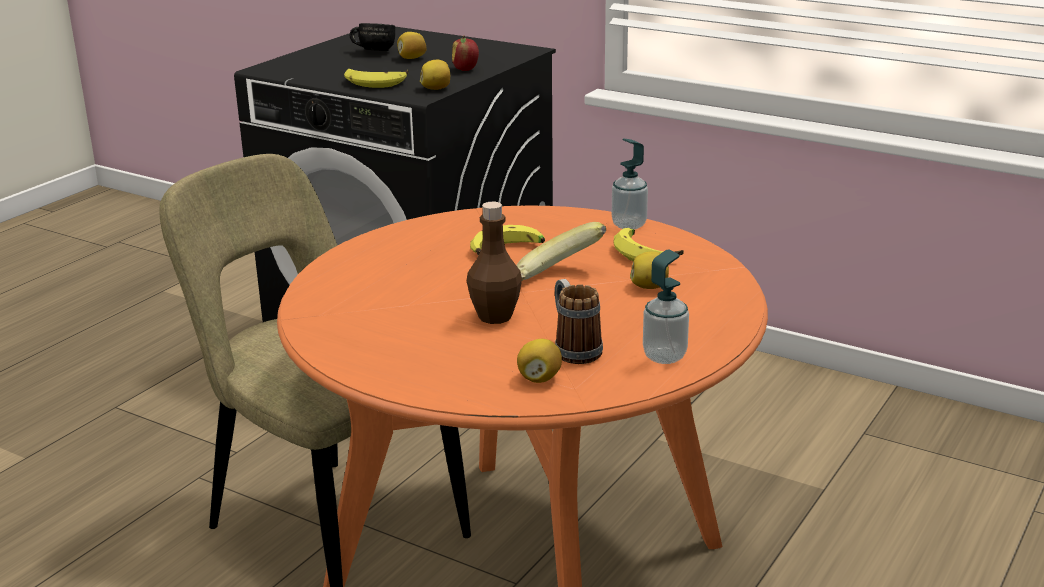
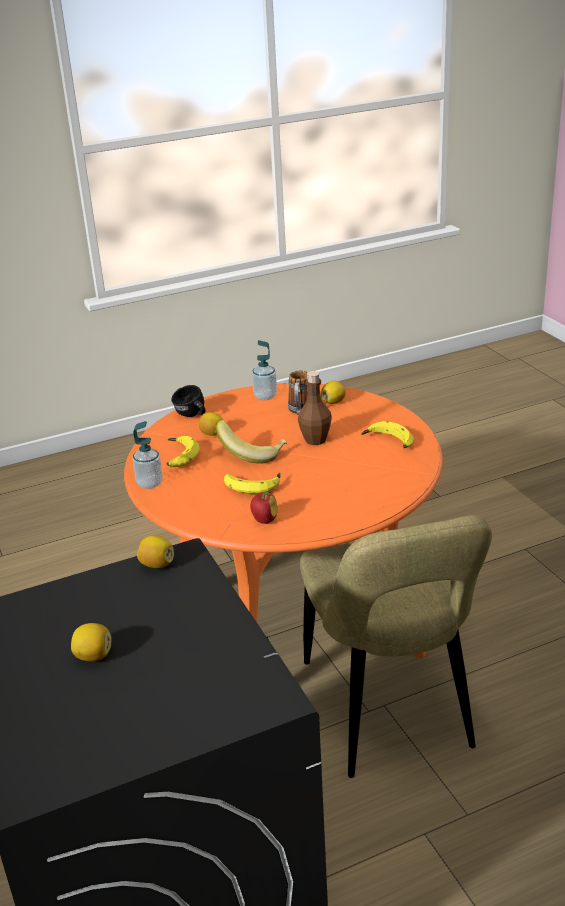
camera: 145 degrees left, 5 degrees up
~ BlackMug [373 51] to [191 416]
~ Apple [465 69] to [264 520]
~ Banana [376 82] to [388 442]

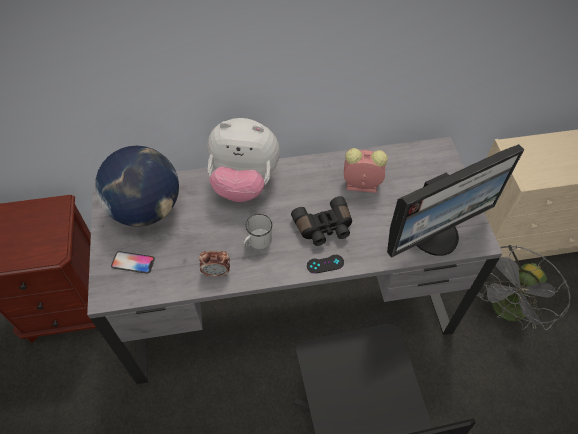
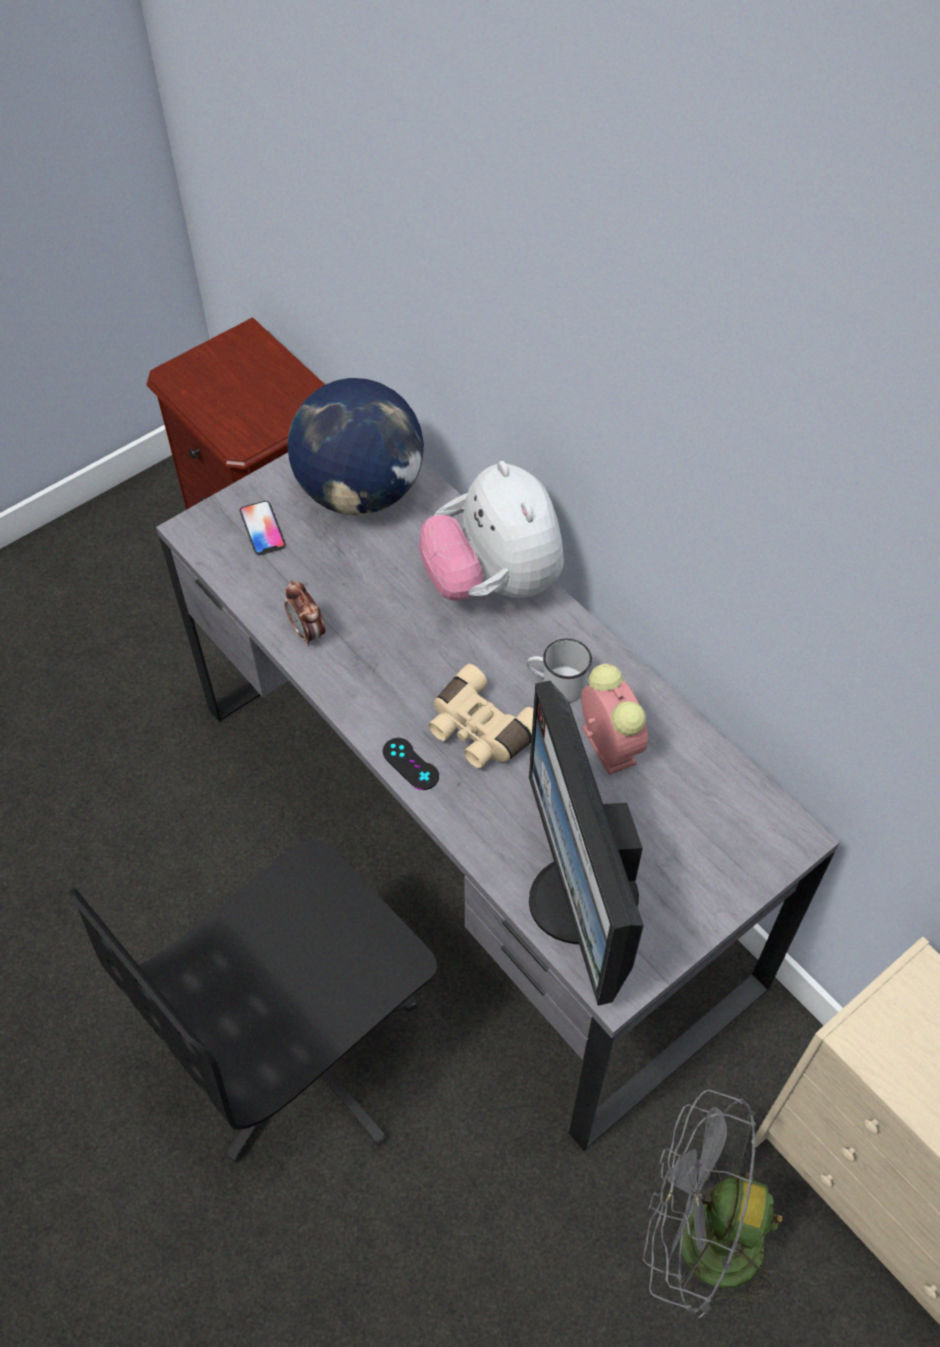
camera: 60 degrees right, 0 degrees up
~ Monitor [434 234] = [579 901] 45 degrees clockwise
~ BlackBinoculars [324 228] to BeigeBinoculars [479 731]
~ WhiteMug [257 242] to [557 684]

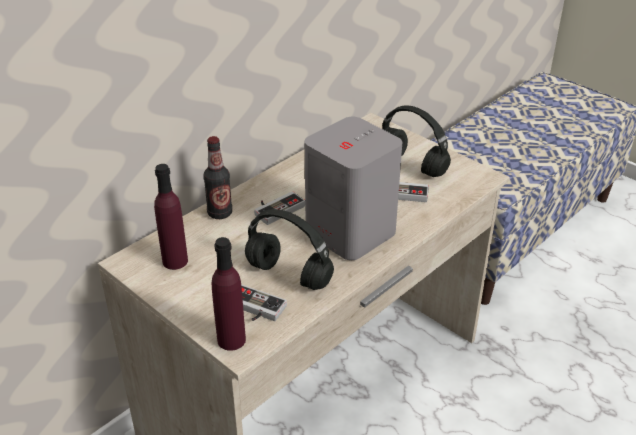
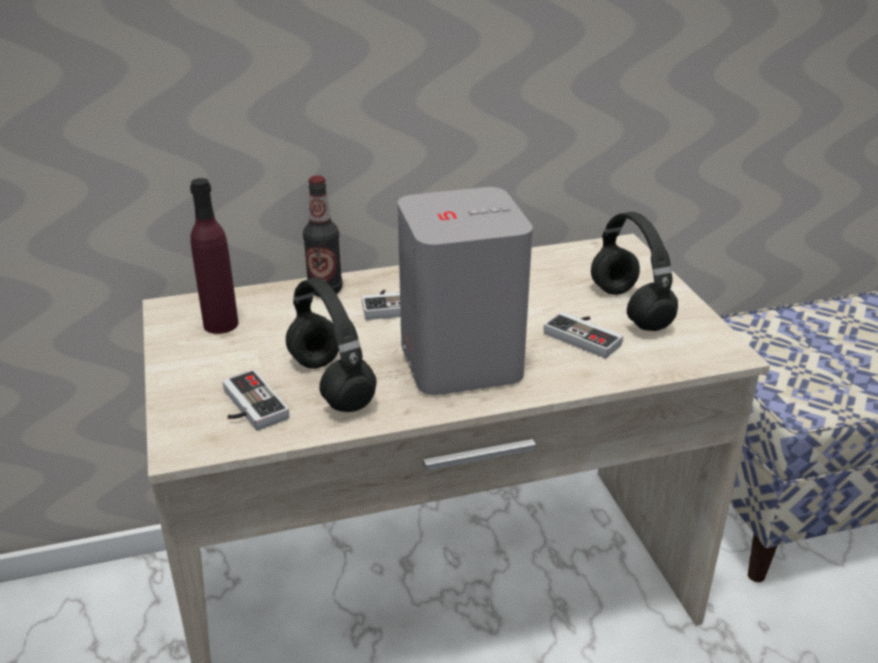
camera: 30 degrees right, 5 degrees down
- PurpleBottle [231 340]

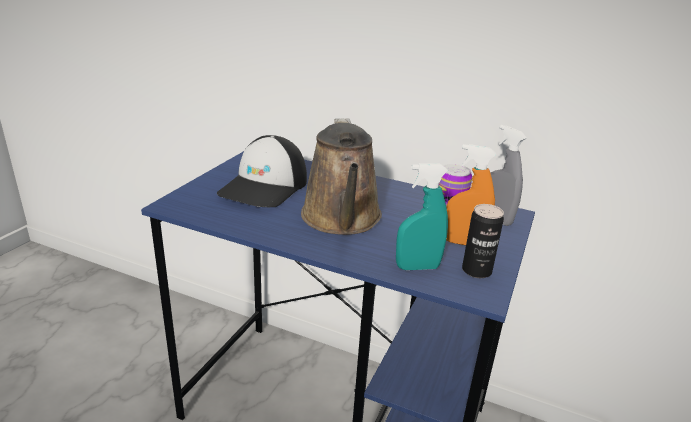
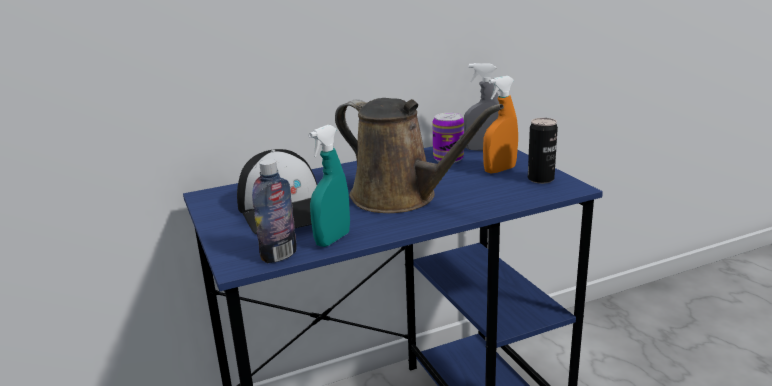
camera: 45 degrees left, 5 degrees down
~ TurquoiseSprayBottle [417 267] to [332 239]
+ Bottle [279 255]

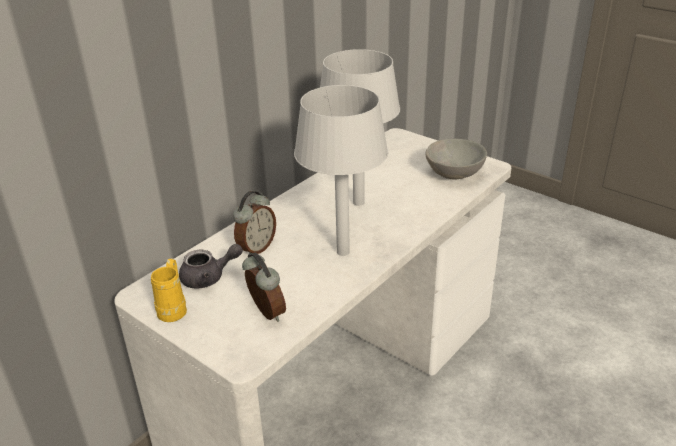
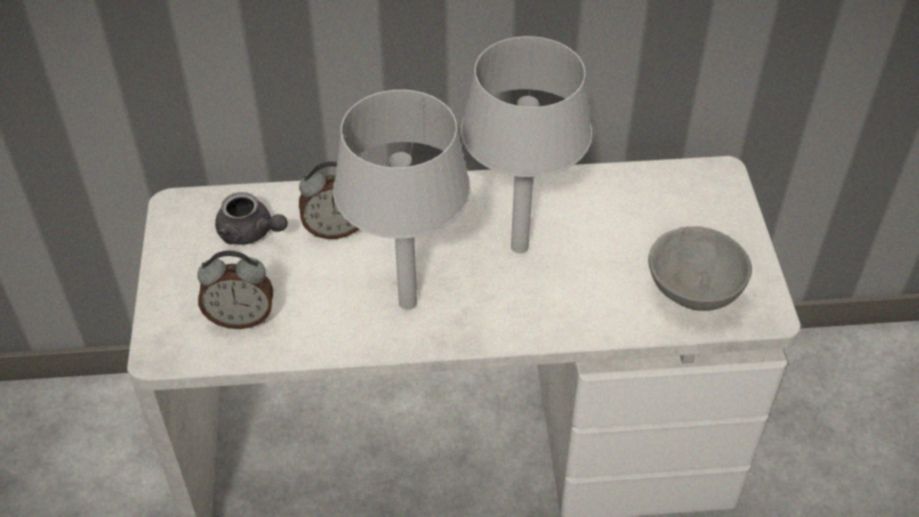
camera: 45 degrees right, 15 degrees up
~ AlarmClock [265 313] = [241 318] 75 degrees clockwise
- YellowMug [174 309]

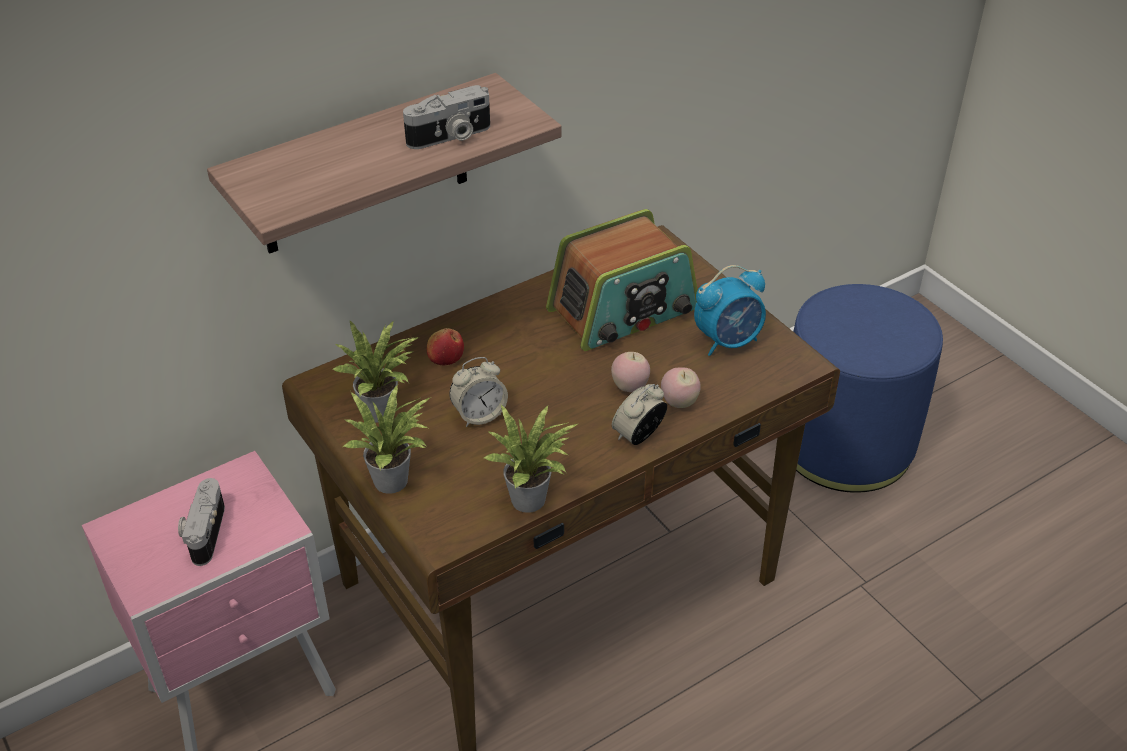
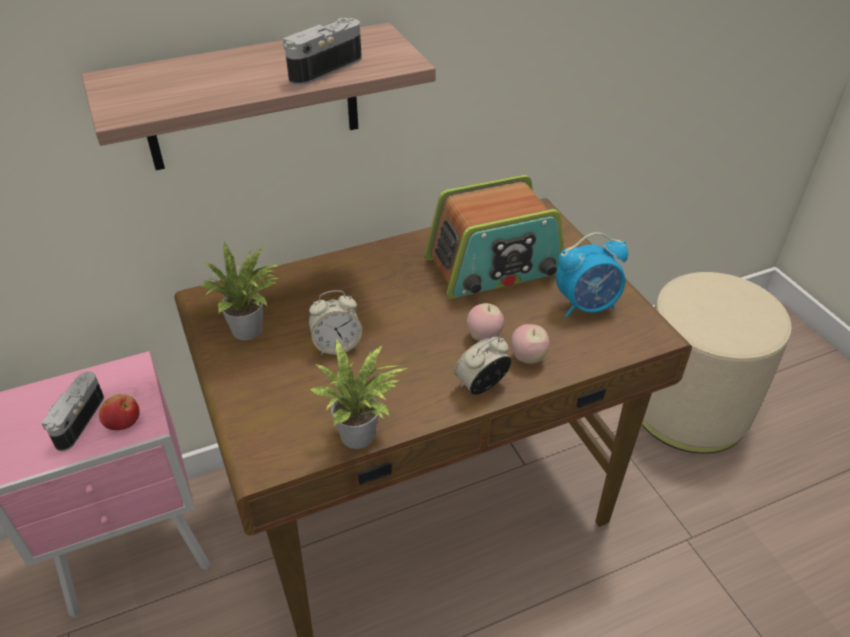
camera: 10 degrees right, 0 degrees up
~ PhotoCamera [450 137] = [322 68] 150 degrees clockwise
~ BlueOttoman [845 443] to BeigeOttoman [689 408]
~ Apple [445 358] to [123 421]
- PottedPlant [395 480]

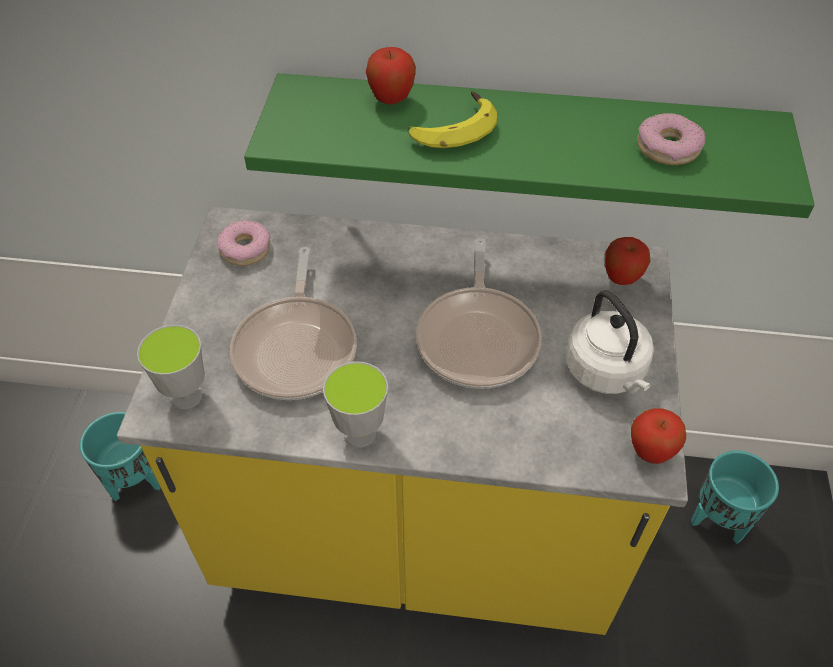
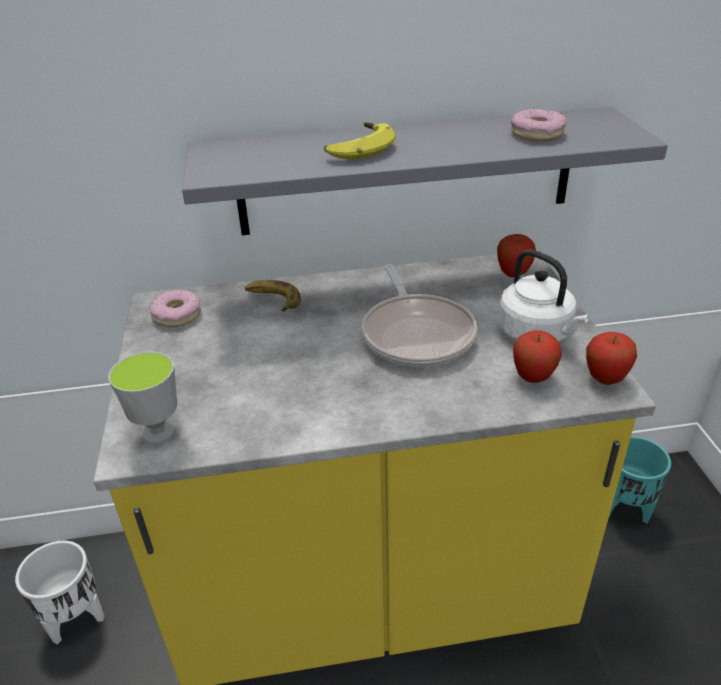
camera: 15 degrees left, 15 degrees down
~ Apple [391 100] to [533 378]
~ GreenShelf [522 140] to GreyShelf [406 172]
- FryingPan [297 348]
- Cup [360 433]
~ TurquoisePlanter [136 481] to WhitePlanter [76 619]
+ Banana [272 300]

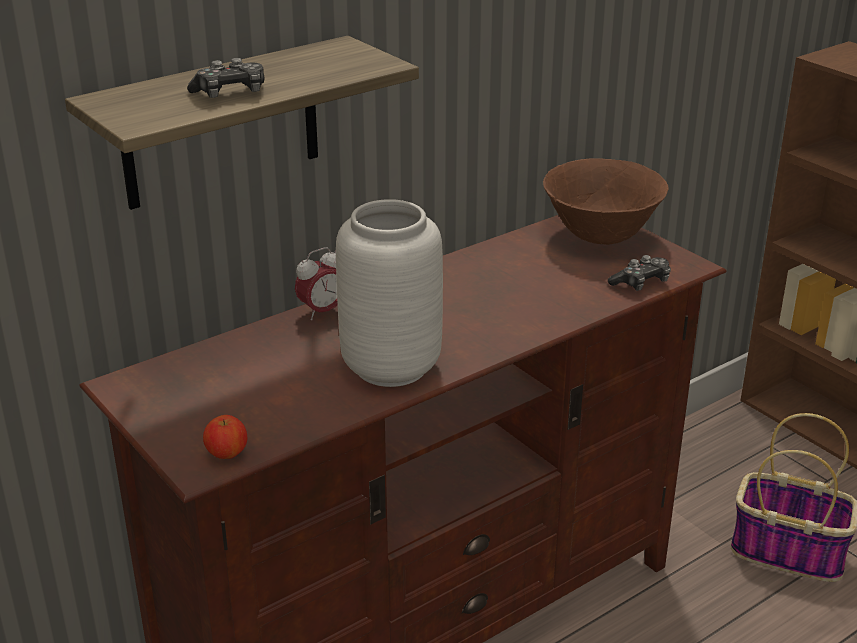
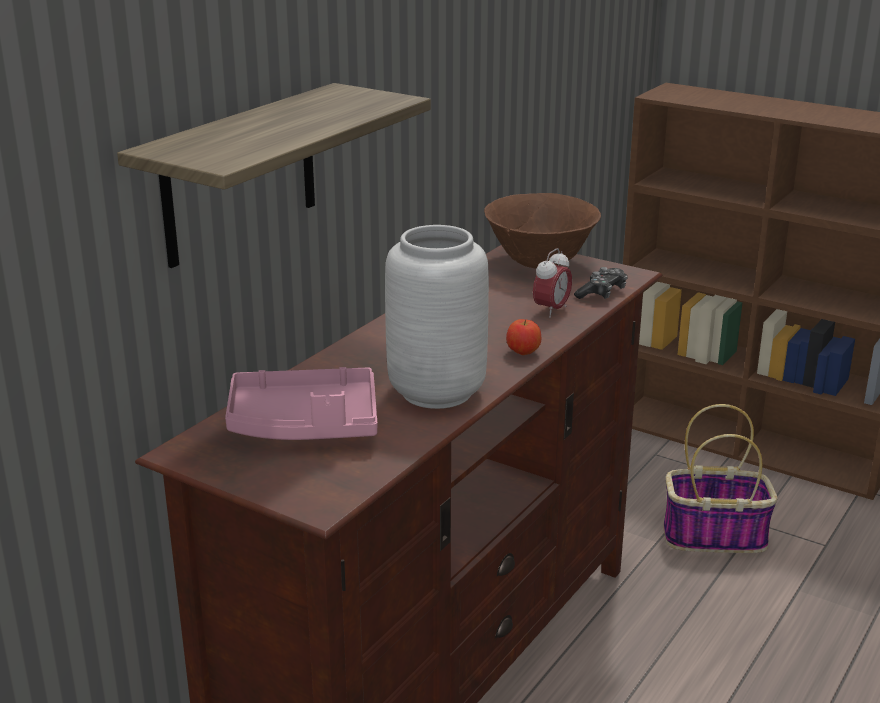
camera: 20 degrees left, 5 degrees down
- GameController [230 93]
~ AlarmClock [322 312] to [551 310]
~ Apple [227 454] to [523 352]
+ PinkTray [304 424]

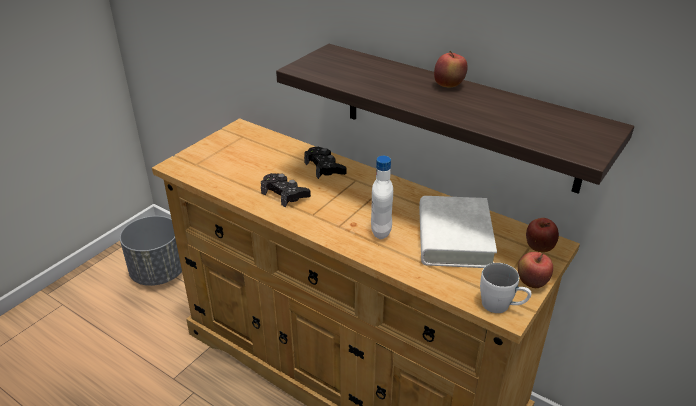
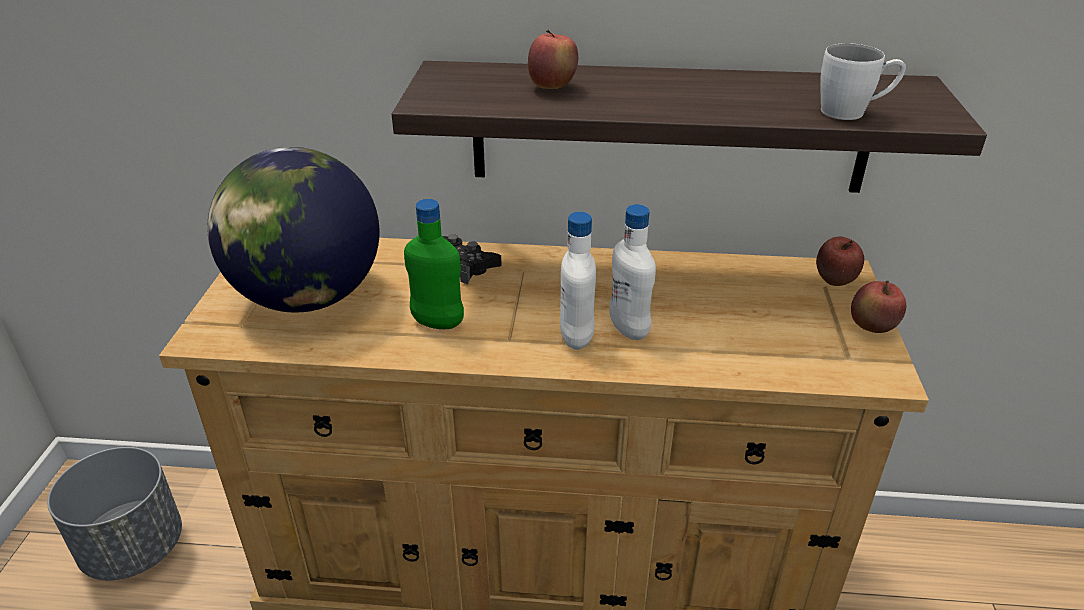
camera: 30 degrees left, 0 degrees up
~ Apple [448 86] to [552 87]
~ BlackGameController [285 194] to GreenBottle [437 323]
- WhiteBook [454 238]
~ WhiteMug [502 306] to [853 112]
+ Globe [307 297]
+ WhiteBottle [576 337]

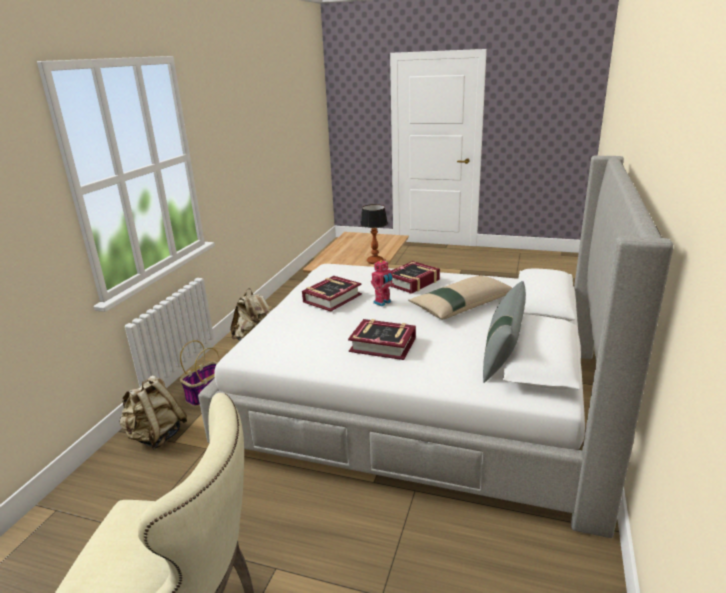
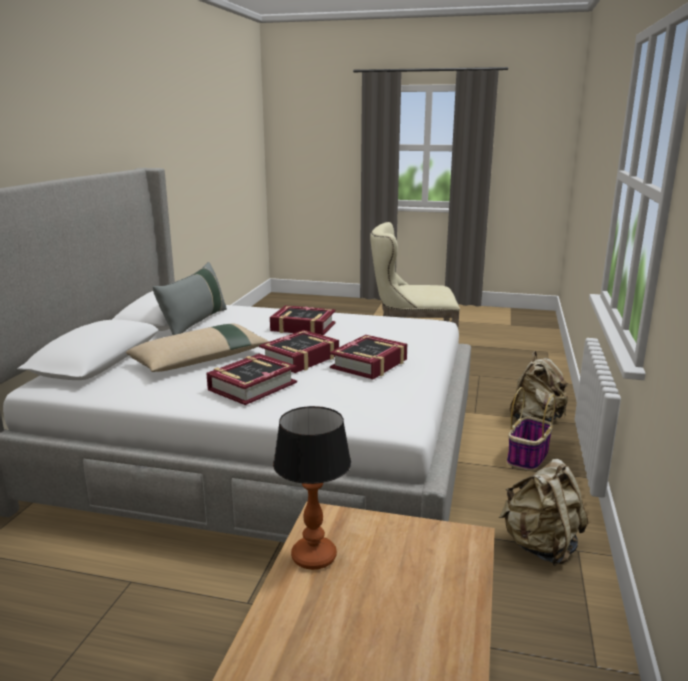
camera: 175 degrees right, 5 degrees down
~ ToyRobot [383 303] to Book [300 358]

